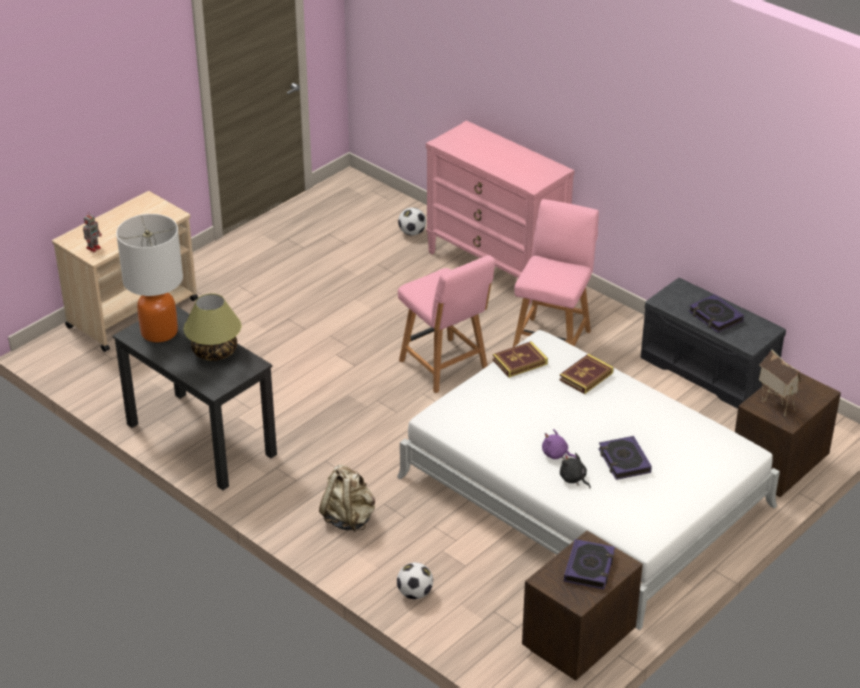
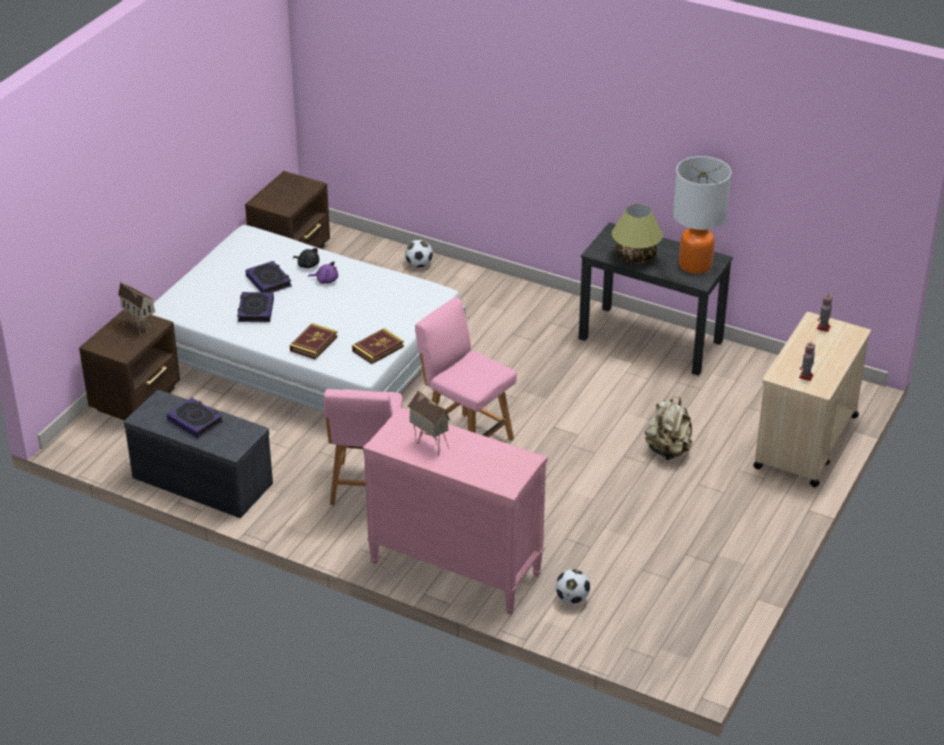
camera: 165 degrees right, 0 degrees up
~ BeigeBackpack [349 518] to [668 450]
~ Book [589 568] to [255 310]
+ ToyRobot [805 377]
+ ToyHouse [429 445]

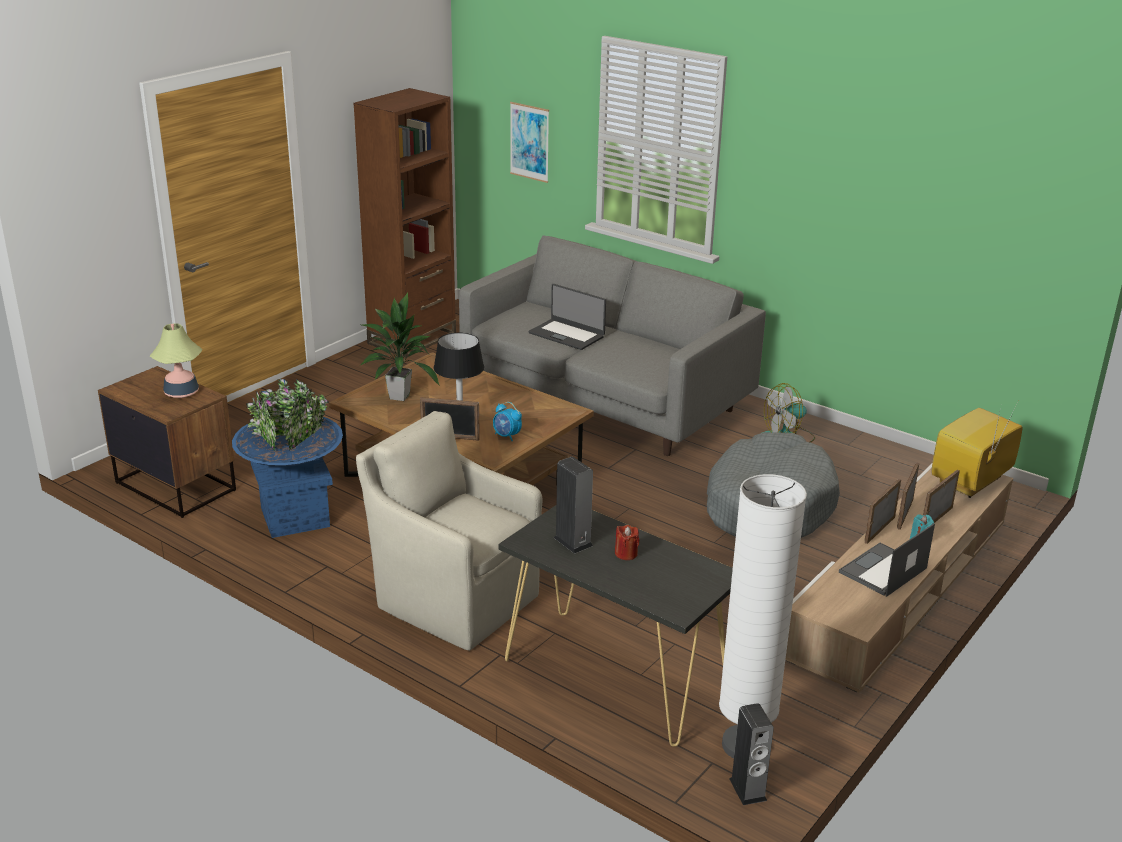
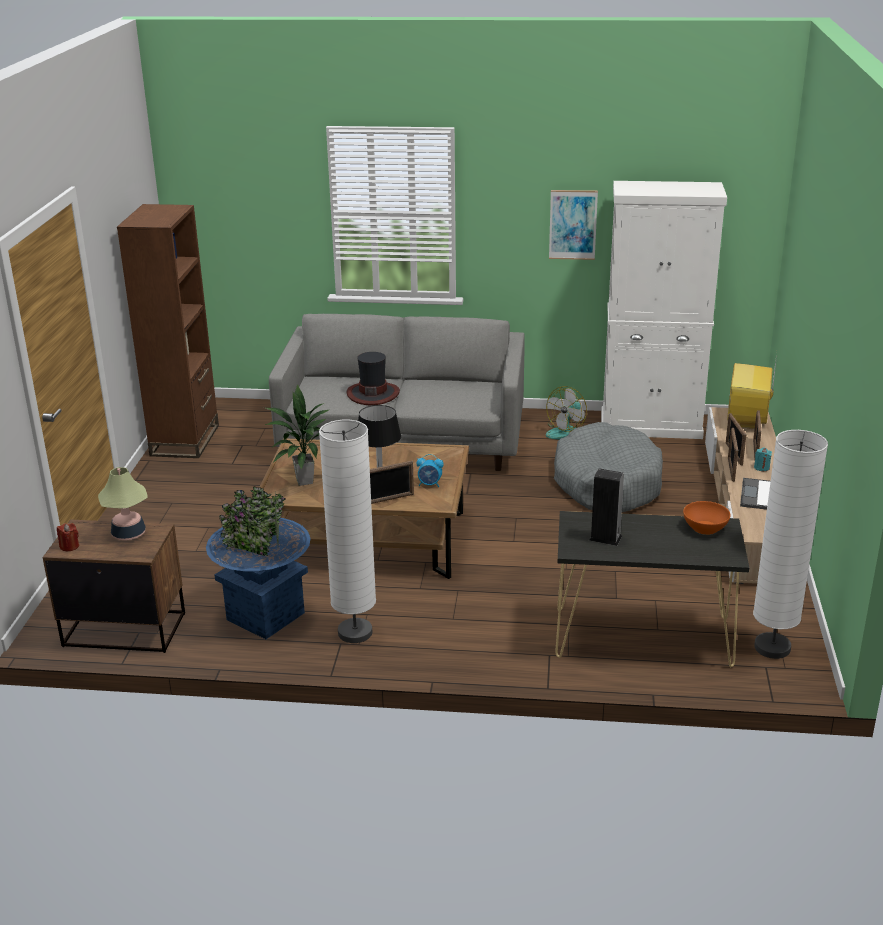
camera: 30 degrees left, 0 degrees up
~ Picture [529 142] to [573 225]
~ Laptop [567 334] to Hat [373 394]
- BeigeArmchair [454 599]
~ RedCandle [626 554] to [69 546]
- Speaker [747 789]
+ WhiteCabinet [651 426]
+ WhiteFloorLamp [355 633]
+ OrangeBowl [705 528]

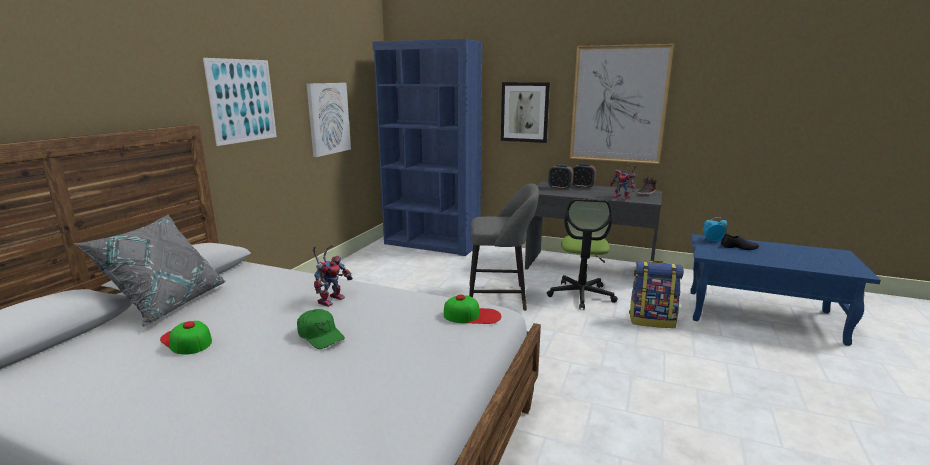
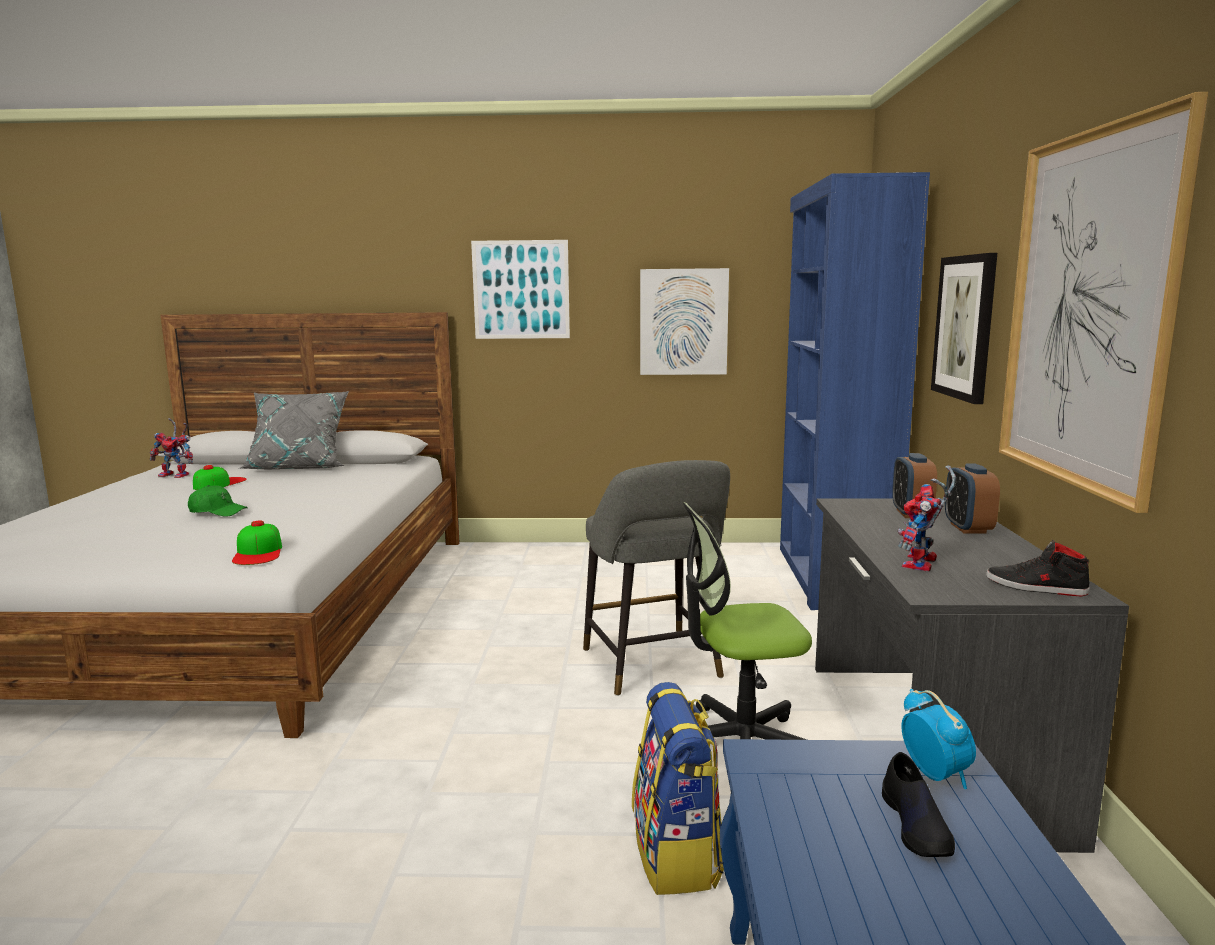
camera: 70 degrees right, 5 degrees down
~ ToyRobot [331 299] to [177 475]
~ GreenCap [320 336] = [217 511] 105 degrees counterclockwise

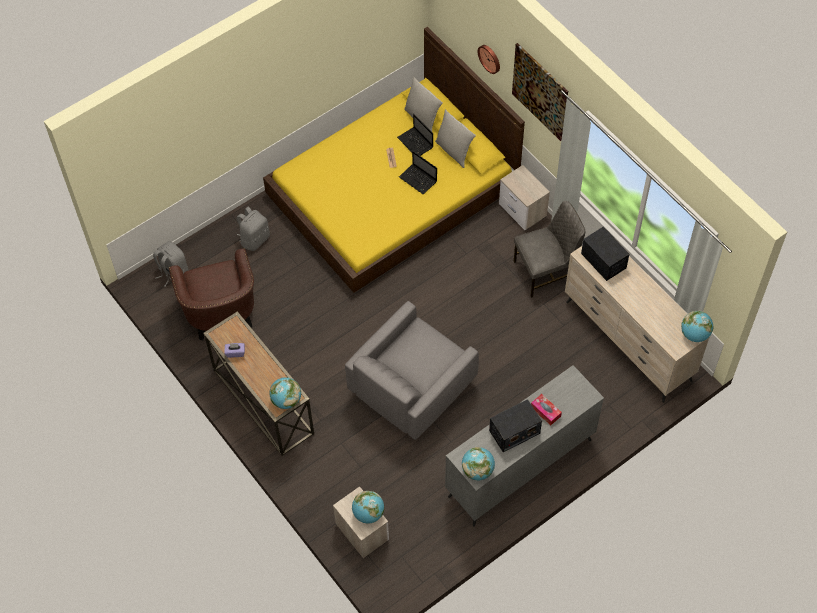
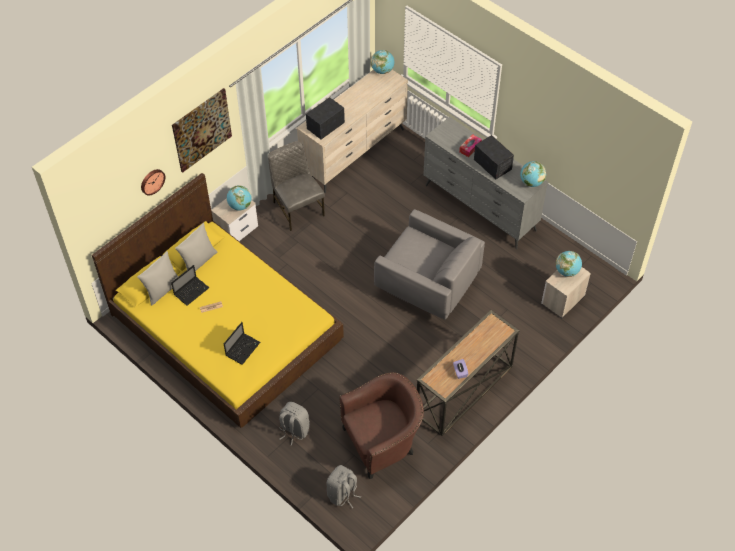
camera: 100 degrees left, 5 degrees down
~ Laptop [418 180] to [243 348]
~ Globe [286 400] to [240 206]

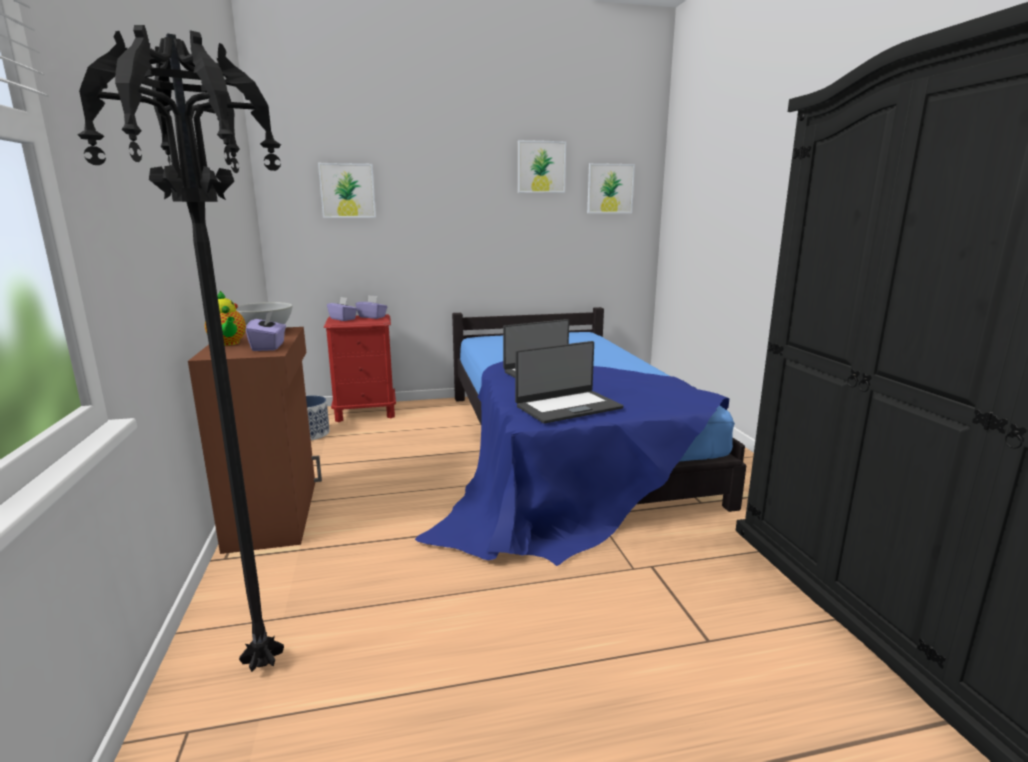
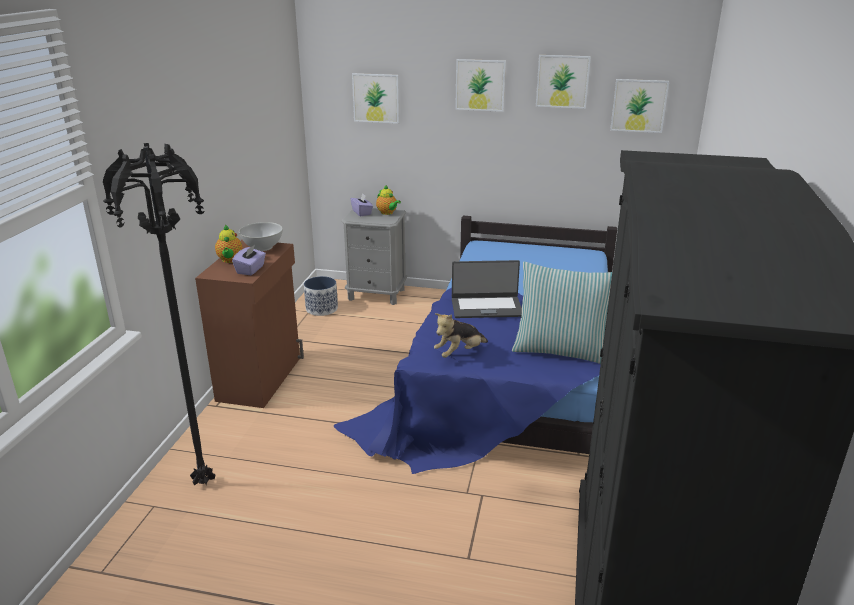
camera: 25 degrees right, 10 degrees up
~ PurpleTissueBox [372 317] to Teapot [387 213]
~ RedNightstand [365 412] to GreyNightstand [376 294]
~ Laptop [568 407] to PlushToy [459 353]
+ Picture [480 85]
+ Pillow [560 351]

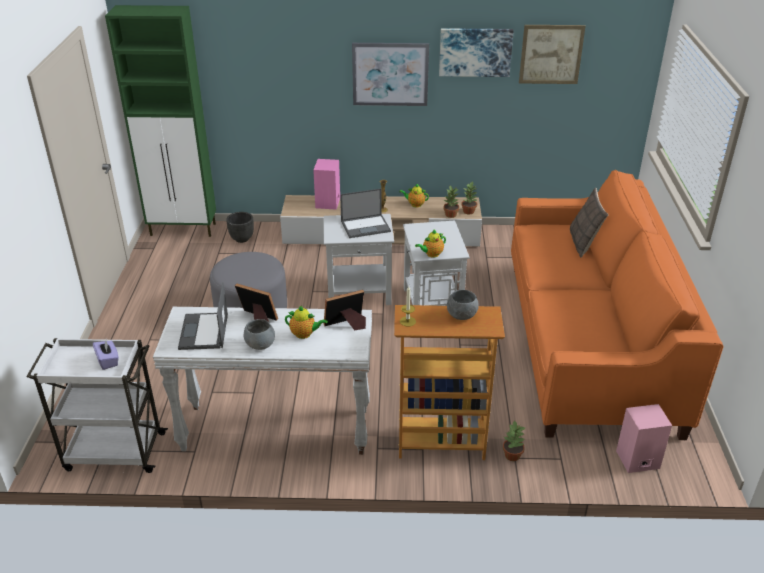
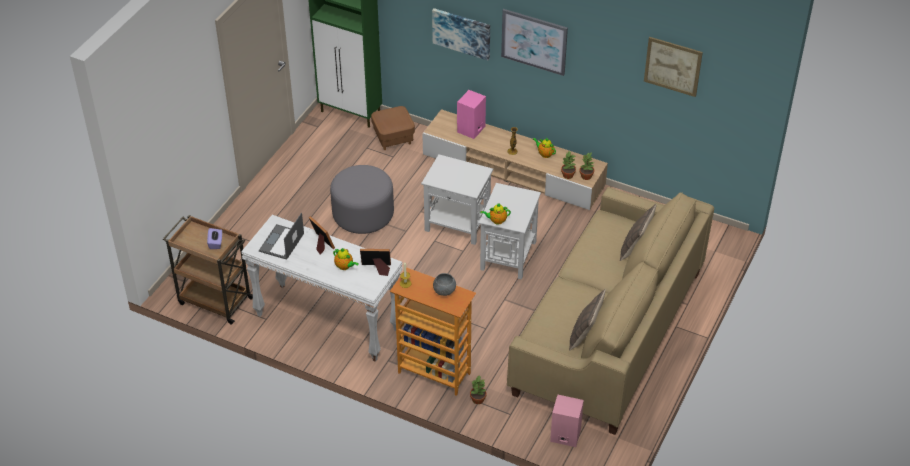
camera: 25 degrees right, 10 degrees up
~ Picture [475 52] to [462 33]
~ OrangeSofa [588 343] to BeigeSofa [608 333]
- Laptop [366 226]
~ BlackPlanter [242 239] to BrownOttoman [393 138]
- GreyBowl [260 344]
~ WhiteCart [113 451] to BrownCart [214 300]
+ Pillow [585 335]

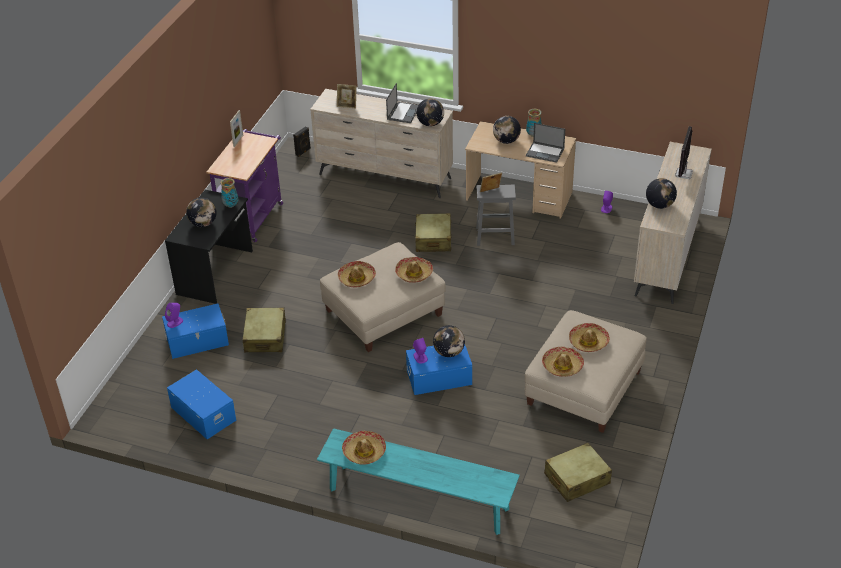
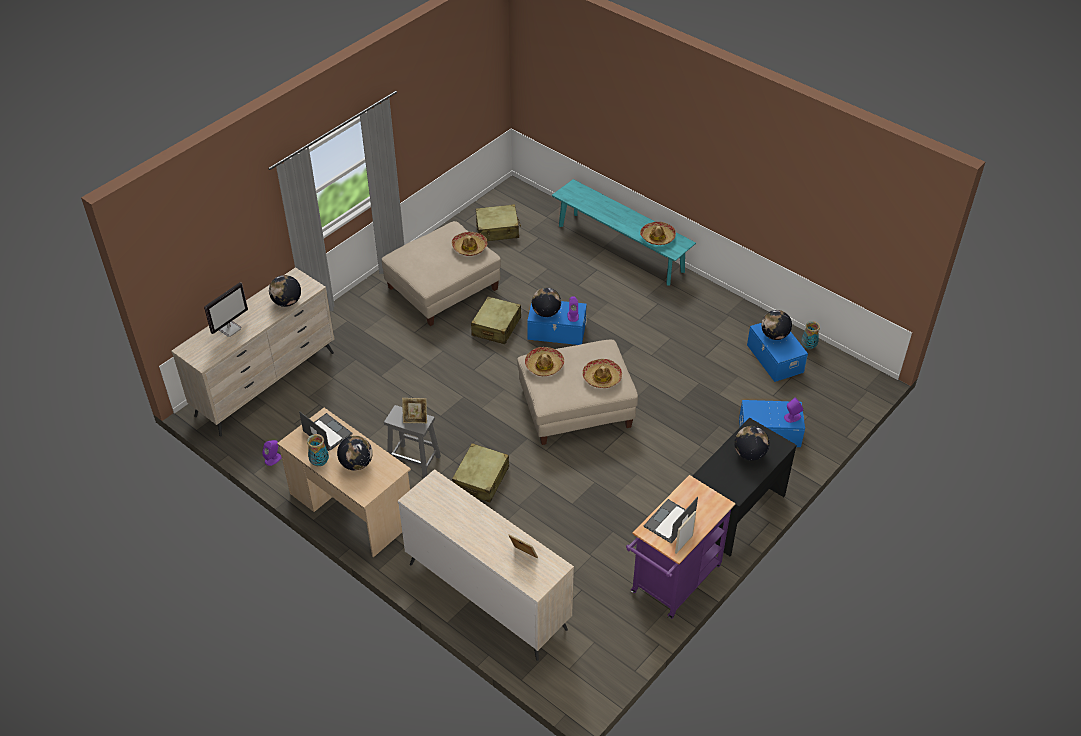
camera: 160 degrees left, 5 degrees up
~ Laptop [403 112] to [669 522]
~ Globe [430 124] to [774 335]
- BlackSpeaker [303 152]
~ Vase [231 205] to [808 347]
~ BeigeSuitcase [265 336] to [496 327]
- Hat [588 342]

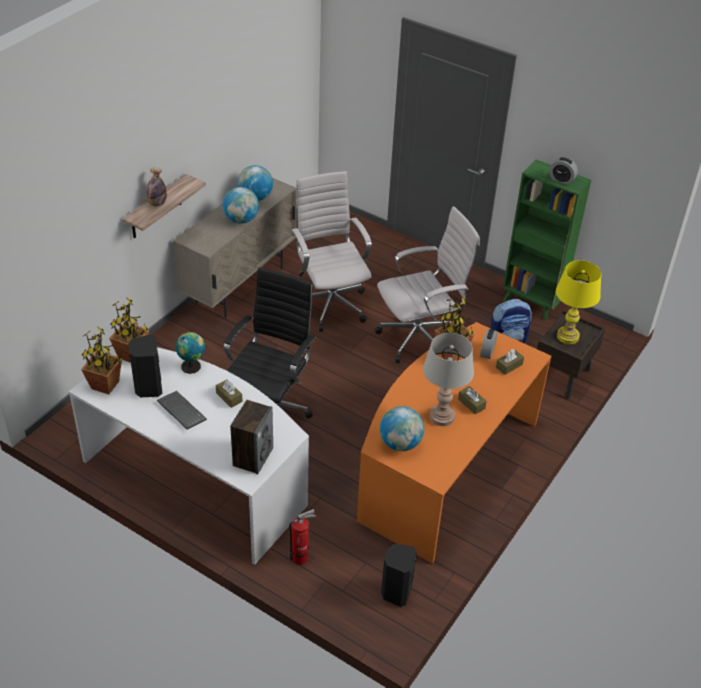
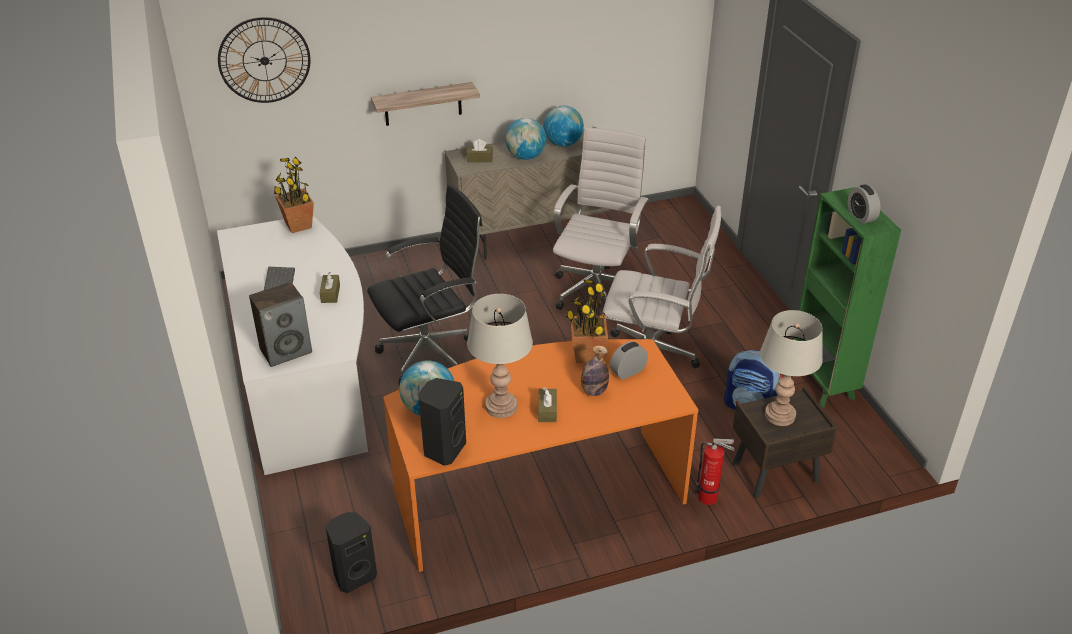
camera: 40 degrees right, 5 degrees down
~ Bottle [157 203] to [593 391]
~ YellowTableLamp [567 336] to GreyTableLamp [779 415]
- PottedPlant [105 385]
- Globe [192 366]
~ BlackSpeaker [148 388] to [443 449]
~ BrownTissueBox [509 366] to [479 158]
~ FireExtinguisher [302 557] to [710 498]
+ WallClock [264 60]

